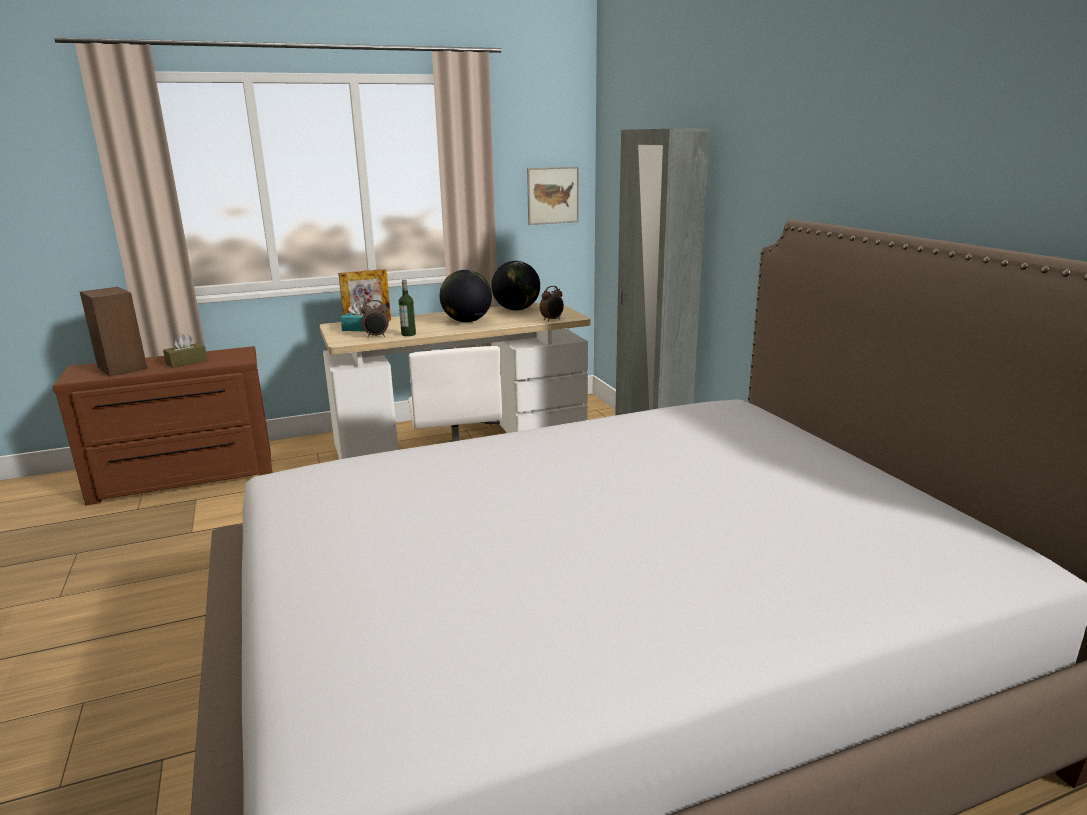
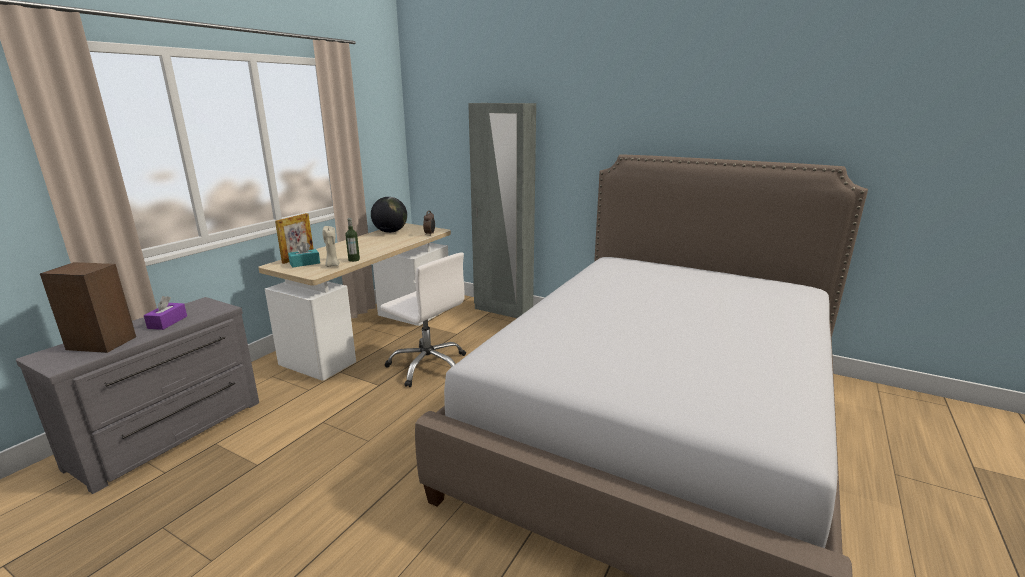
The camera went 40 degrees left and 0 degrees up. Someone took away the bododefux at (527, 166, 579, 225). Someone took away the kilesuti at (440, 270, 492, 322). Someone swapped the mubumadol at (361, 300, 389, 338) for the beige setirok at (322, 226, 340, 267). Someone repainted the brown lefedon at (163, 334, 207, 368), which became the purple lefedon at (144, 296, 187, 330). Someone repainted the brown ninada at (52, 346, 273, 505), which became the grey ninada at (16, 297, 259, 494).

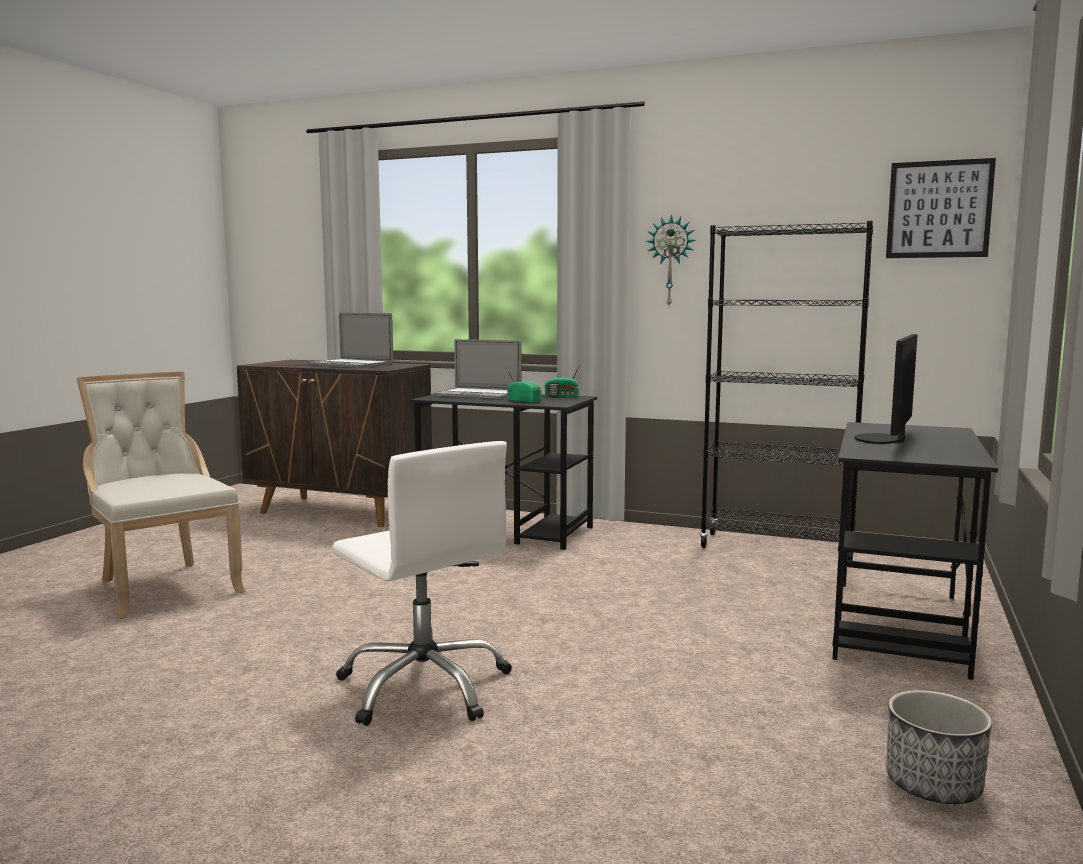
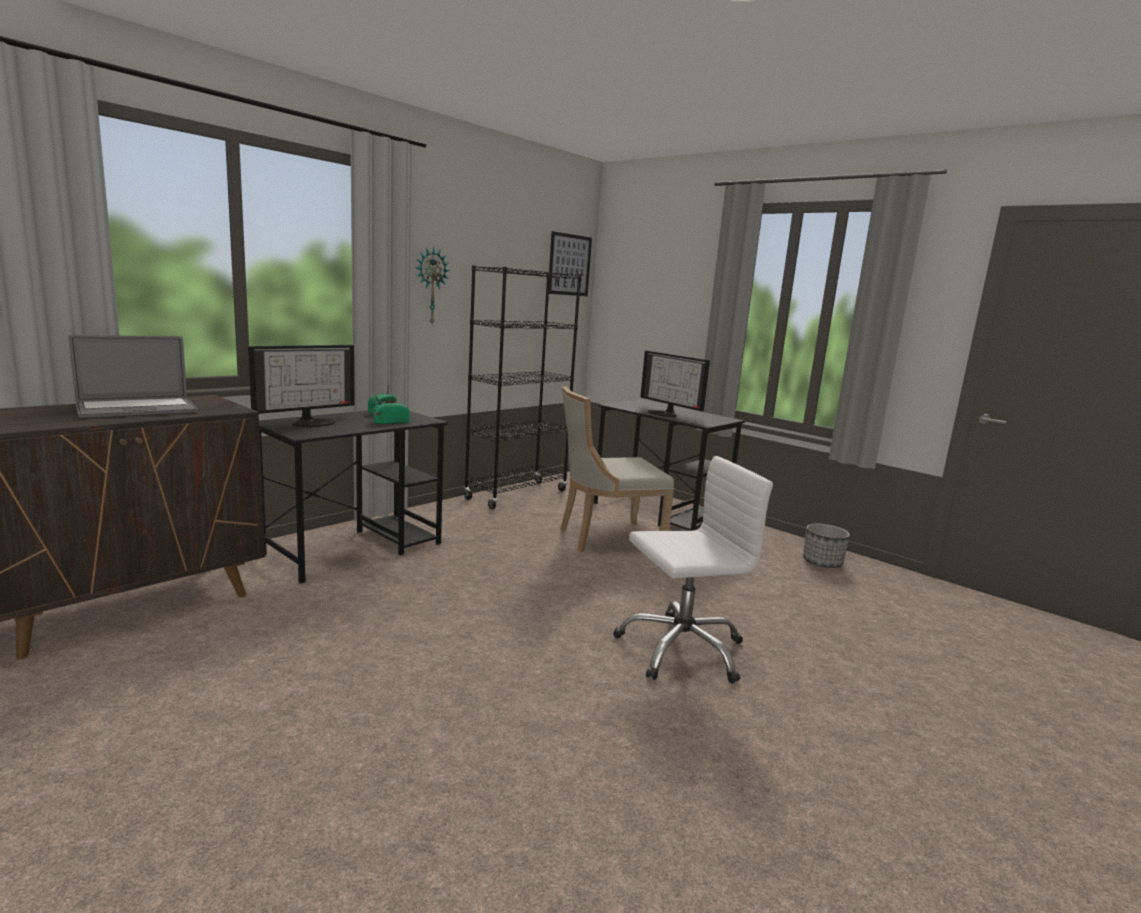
The camera went 70 degrees left and 5 degrees up. Someone swapped the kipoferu at (432, 339, 522, 399) for the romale at (248, 345, 355, 427). Someone carried the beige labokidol from (77, 372, 246, 619) to (560, 386, 674, 552).

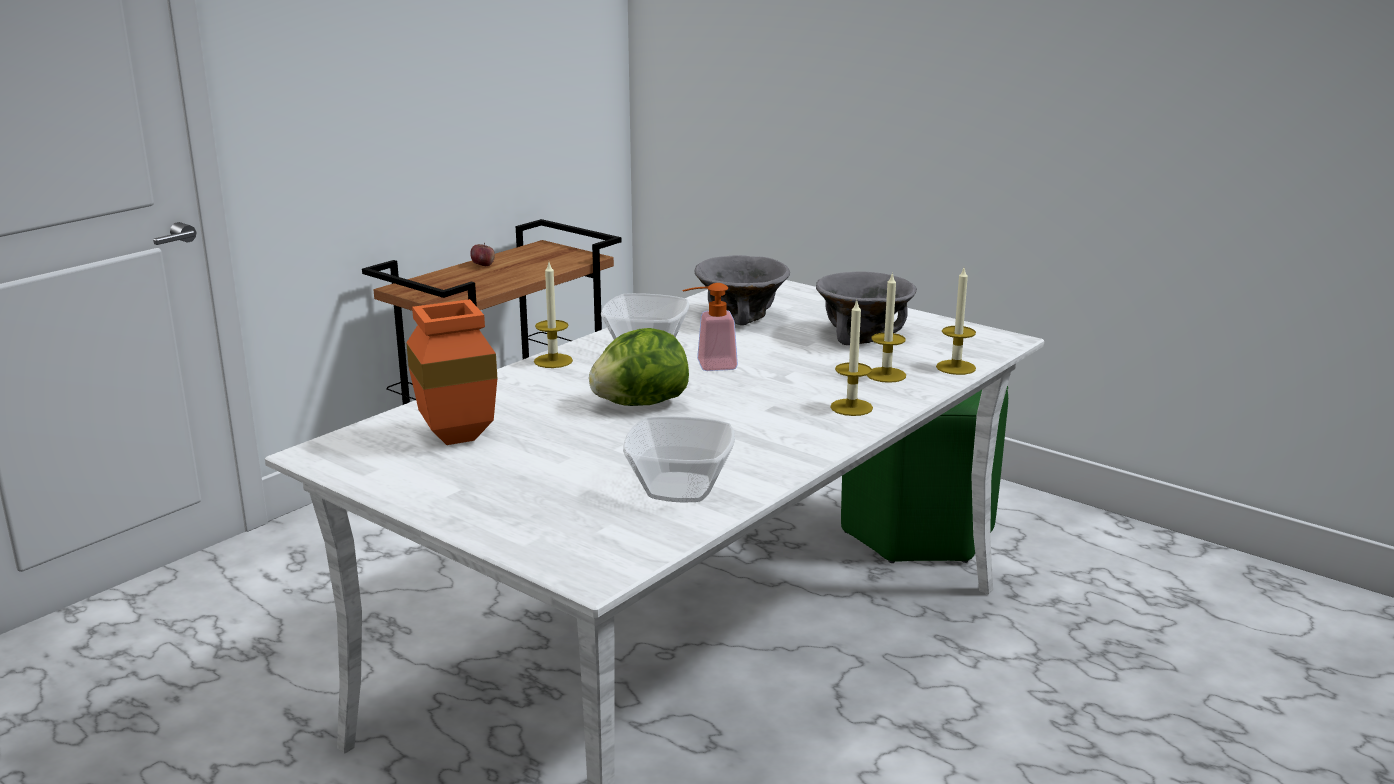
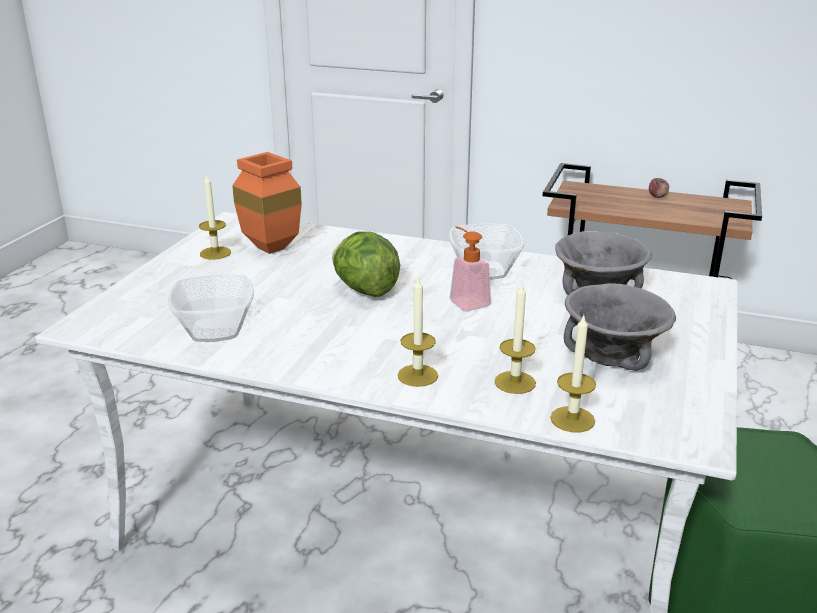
The camera went 70 degrees right and 5 degrees up. Someone carried the setirok from (534, 263, 573, 368) to (199, 173, 231, 260).

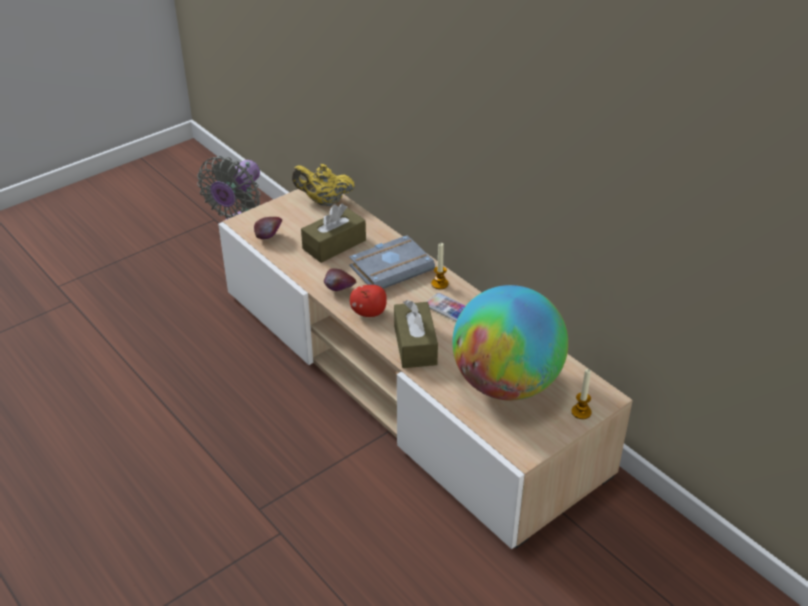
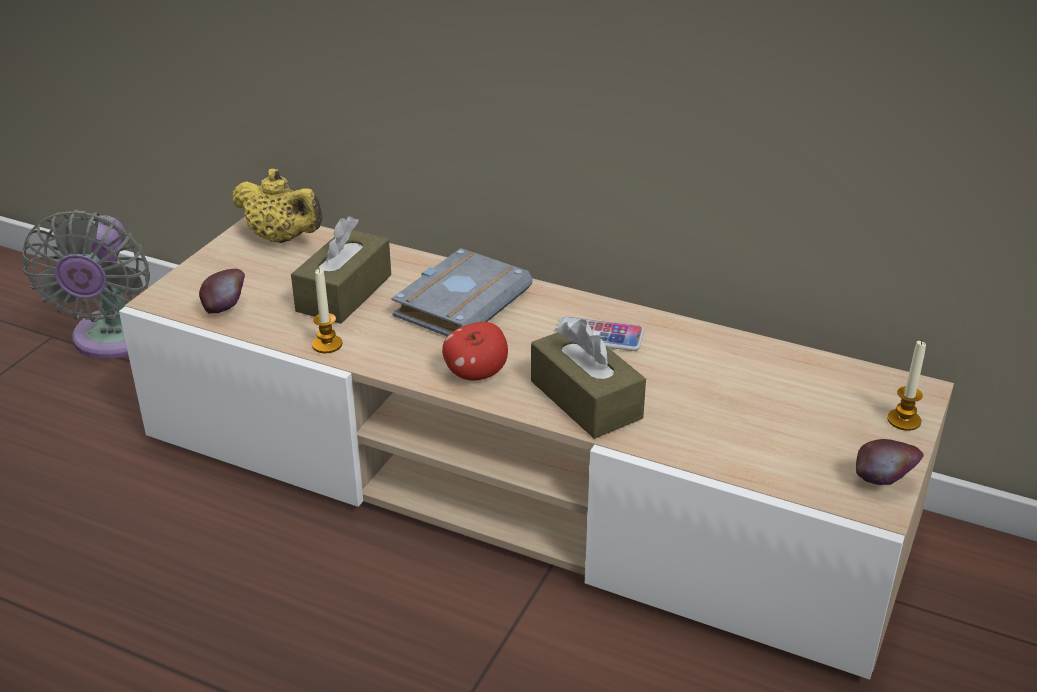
The camera went 25 degrees left and 5 degrees down. Someone rotated the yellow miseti at (292, 164, 355, 206) by 135 degrees counterclockwise. Someone carried the setirok from (431, 243, 449, 289) to (312, 268, 342, 353). Someone carried the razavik from (324, 268, 356, 291) to (856, 439, 924, 485). Someone took away the kilesuti at (452, 285, 568, 400).

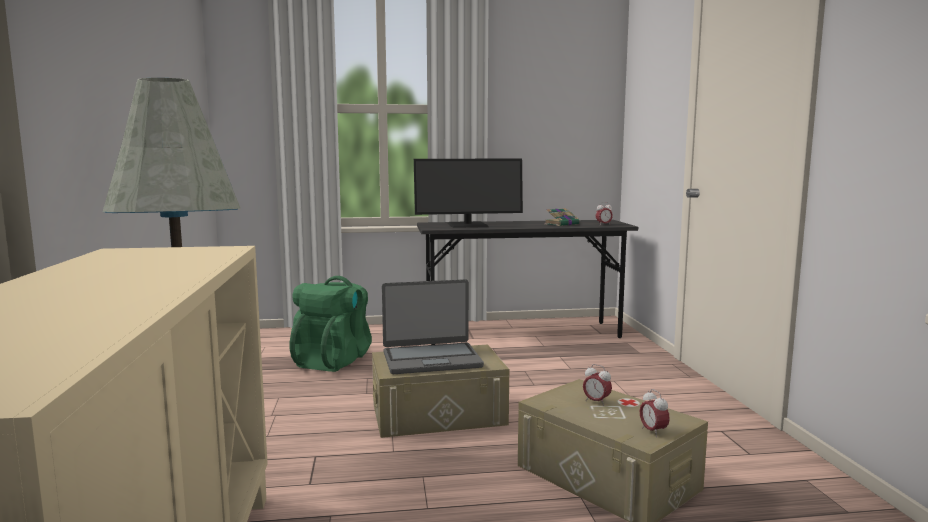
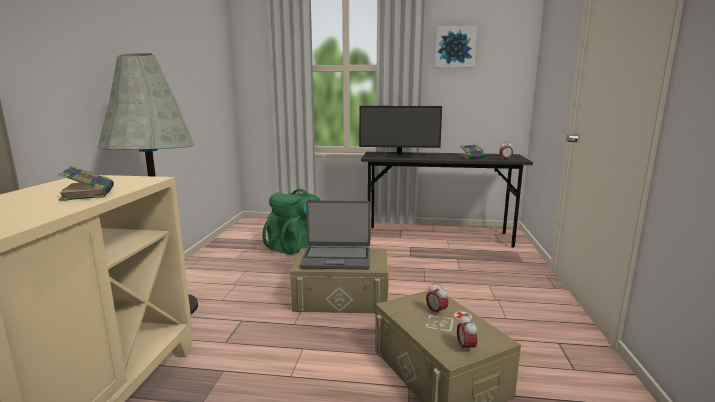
The camera went 15 degrees right and 5 degrees up. Someone put up the bododefux at (435, 26, 477, 68). Someone put down the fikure at (58, 166, 114, 201).

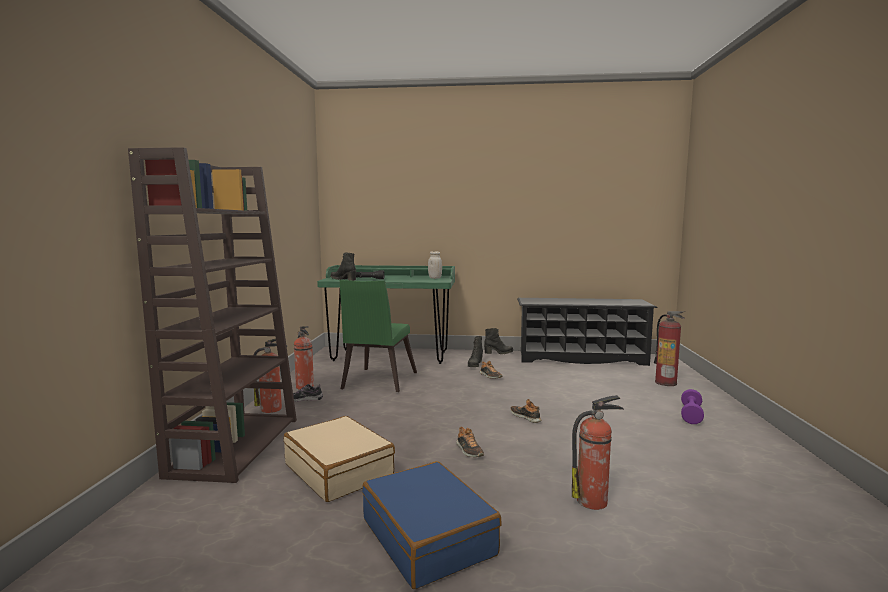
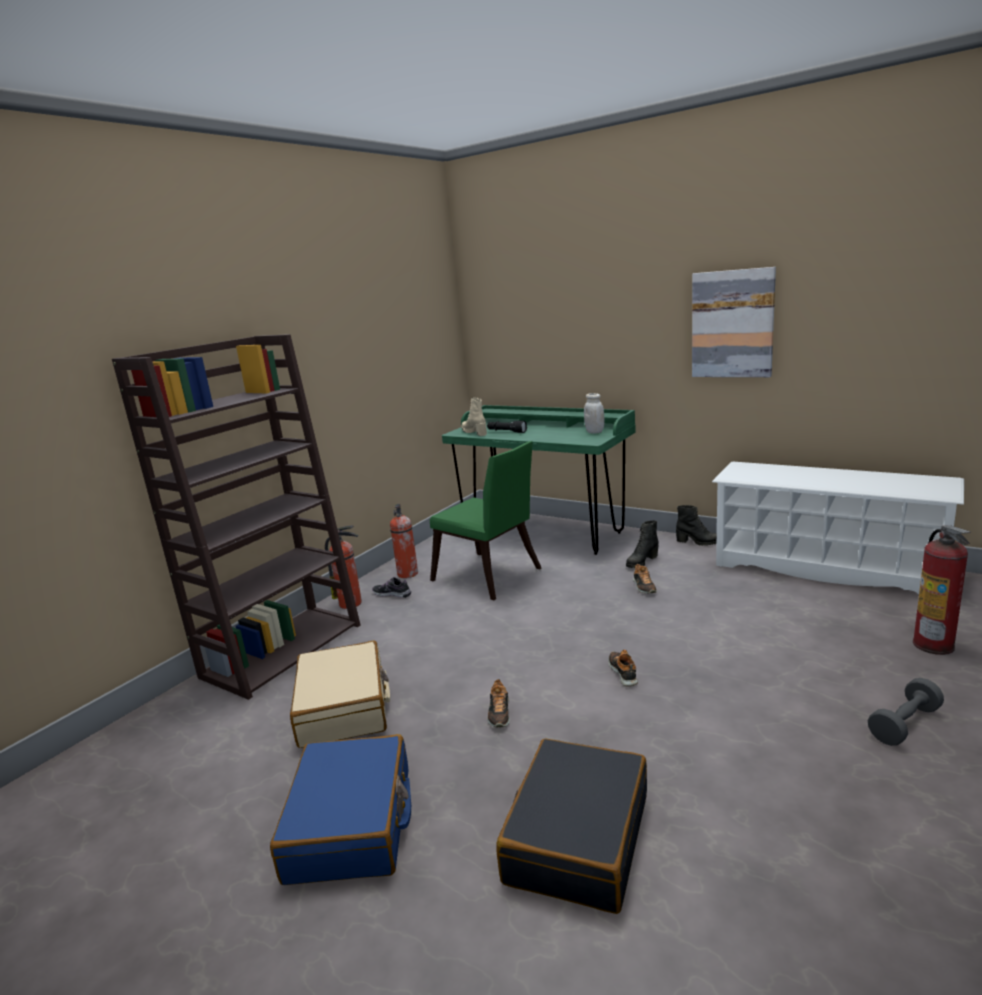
The camera went 30 degrees right and 10 degrees up. Someone repainted the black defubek at (330, 252, 356, 281), which became the beige defubek at (461, 397, 487, 436). Someone rotated the green labokidol at (339, 280, 417, 392) by 90 degrees counterclockwise. Someone repainted the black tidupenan at (517, 298, 658, 366), which became the white tidupenan at (712, 461, 964, 594). Someone repainted the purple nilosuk at (681, 389, 704, 424), which became the grey nilosuk at (868, 678, 944, 746). Someone swapped the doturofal at (572, 395, 624, 510) for the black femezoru at (496, 738, 647, 914). Someone put up the bododefux at (692, 267, 776, 377).

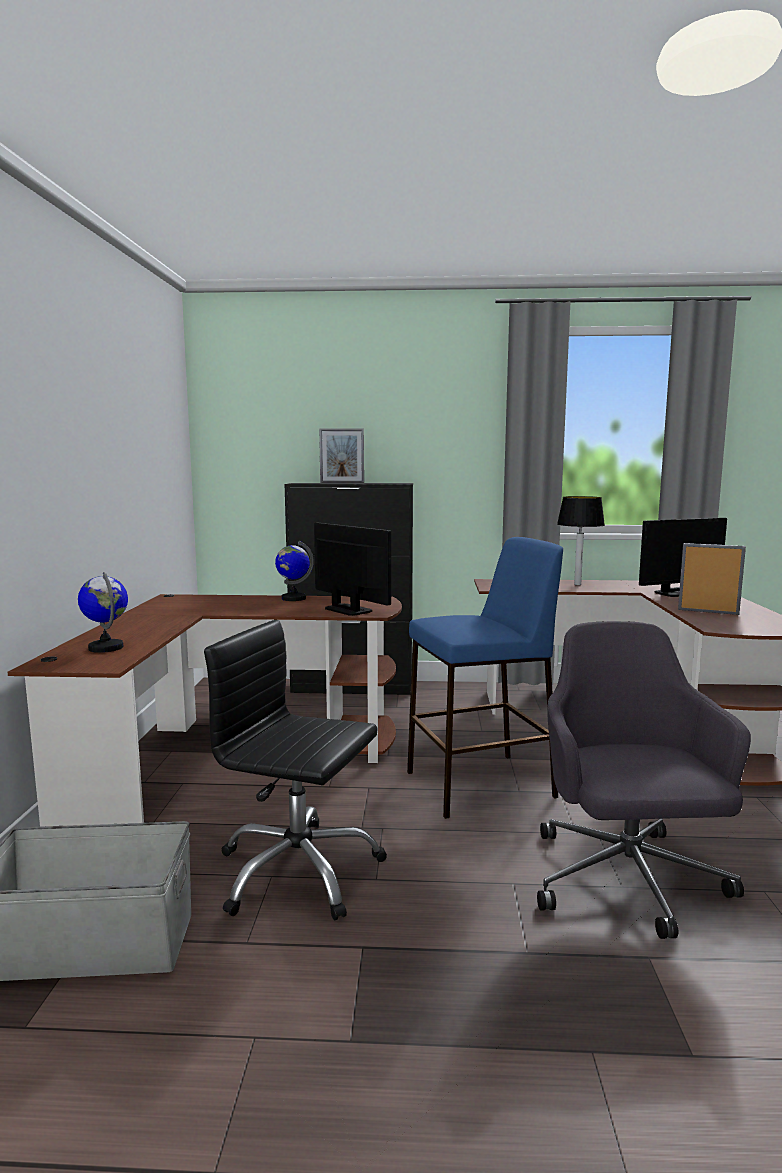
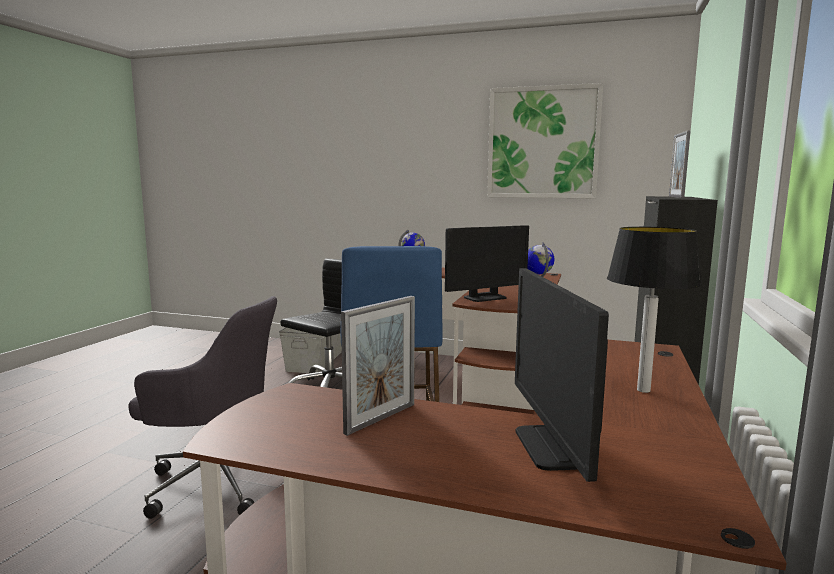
The camera went 105 degrees right and 0 degrees up. Someone put up the bododefux at (487, 83, 603, 198).

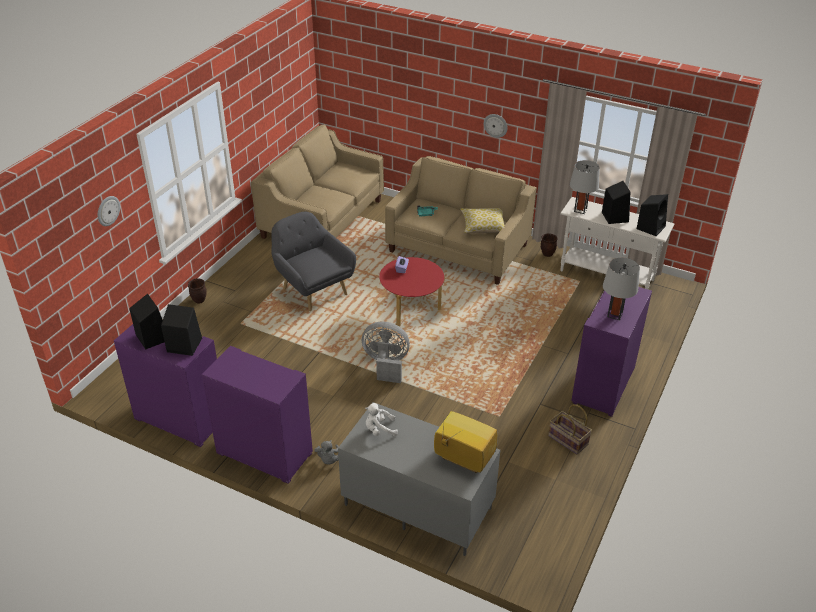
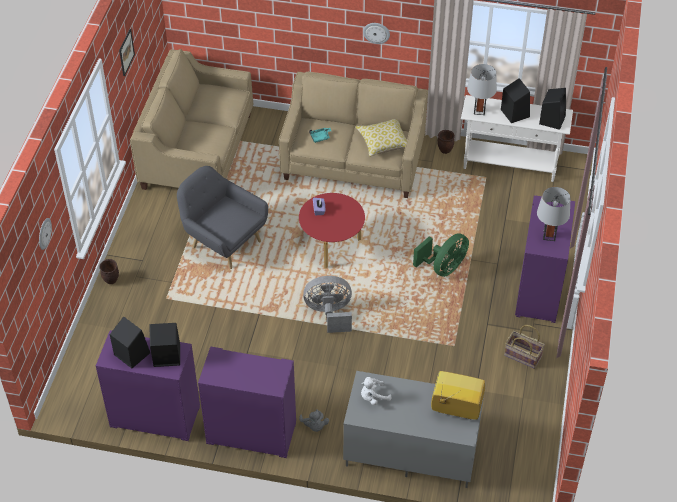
The camera went 15 degrees left and 10 degrees up. Someone put up the bododefux at (119, 29, 135, 76). Someone put down the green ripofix at (413, 233, 469, 277).

